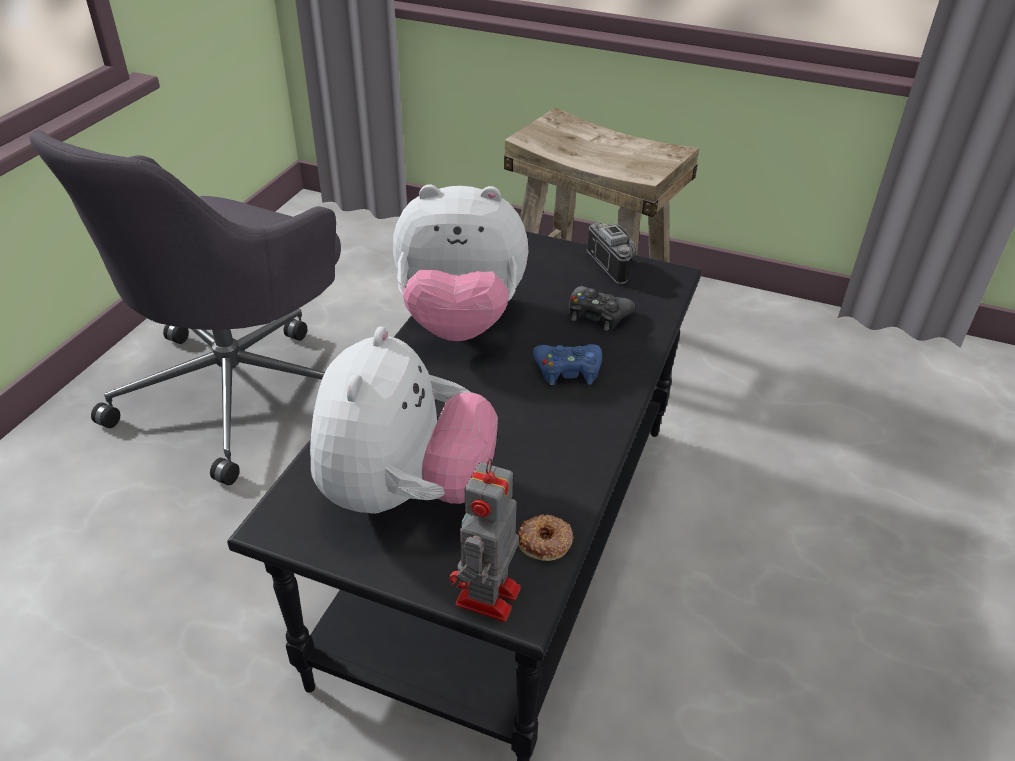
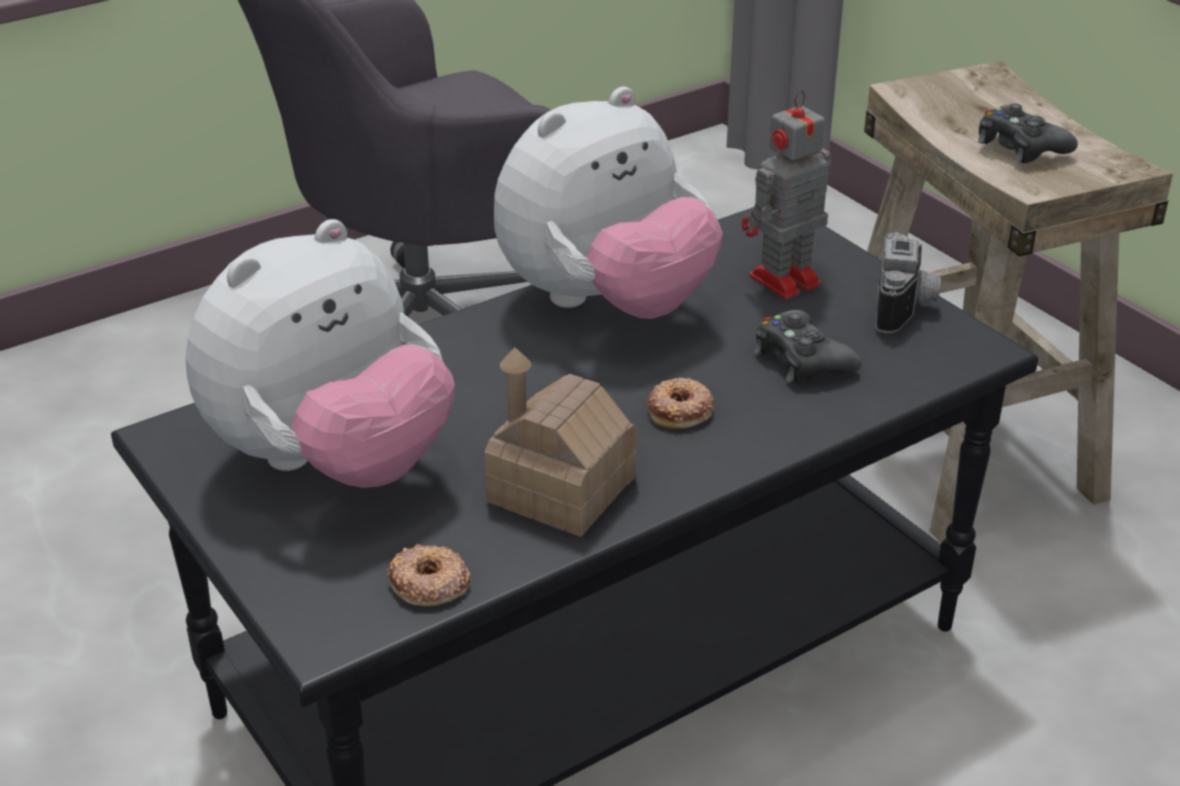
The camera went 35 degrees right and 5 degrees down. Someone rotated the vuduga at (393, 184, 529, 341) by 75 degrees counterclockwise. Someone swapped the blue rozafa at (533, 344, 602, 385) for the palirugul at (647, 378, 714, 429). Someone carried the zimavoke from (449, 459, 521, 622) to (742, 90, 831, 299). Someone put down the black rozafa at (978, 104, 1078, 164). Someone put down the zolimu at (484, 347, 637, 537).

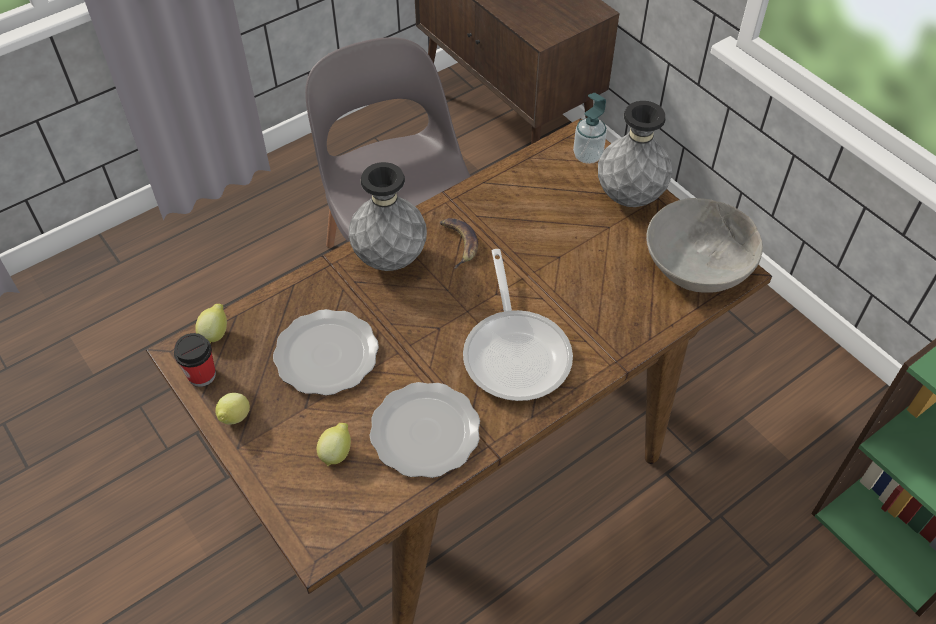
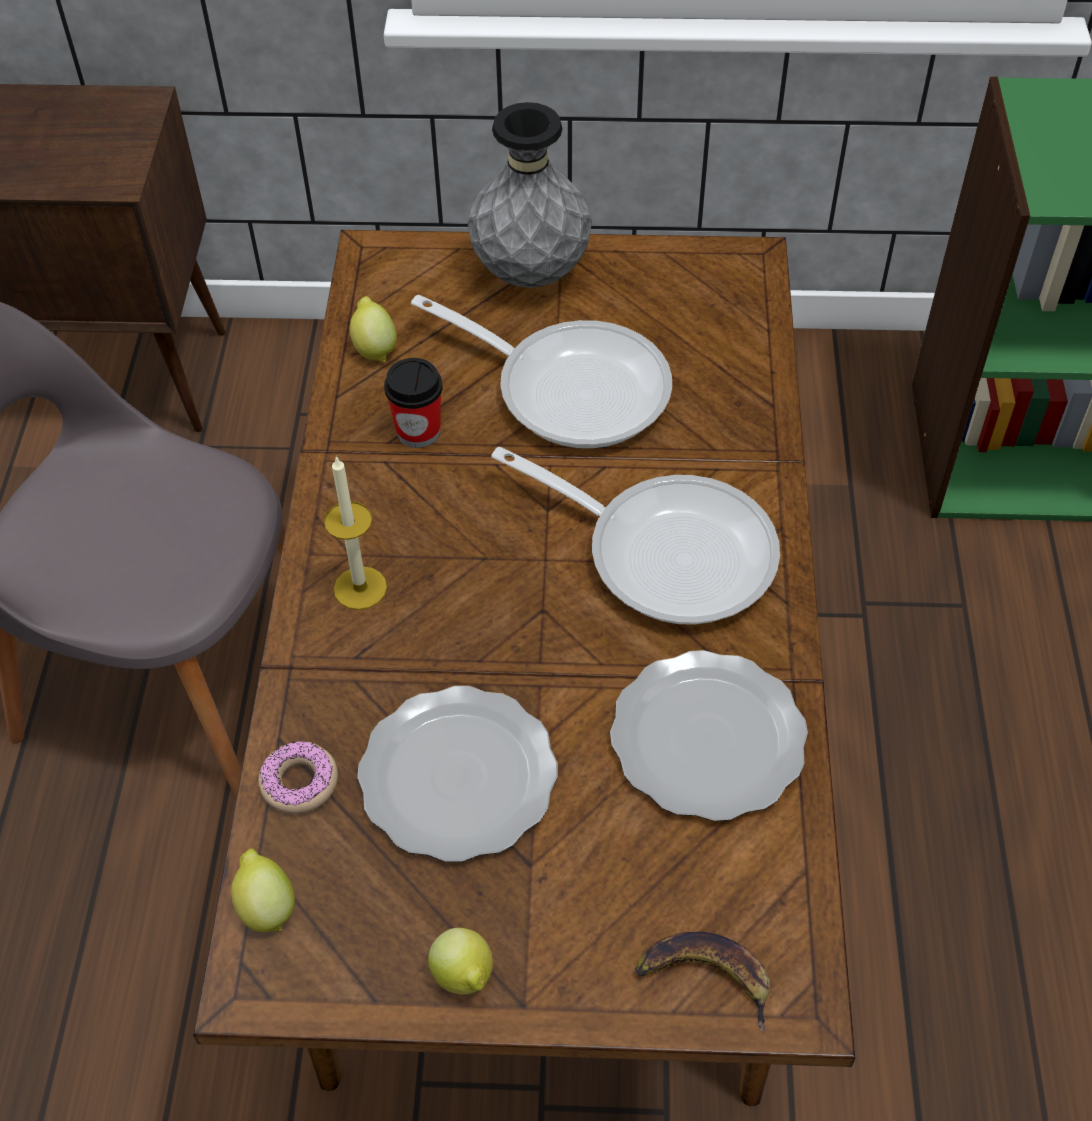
The camera went 50 degrees left and 0 degrees up. Someone took away the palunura at (573, 93, 607, 164). Someone swapped the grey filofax at (349, 162, 427, 271) for the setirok at (324, 456, 387, 610). Someone took away the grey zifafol at (646, 198, 763, 293). Someone carried the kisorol from (440, 218, 478, 269) to (635, 931, 770, 1033). Someone carried the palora from (174, 333, 216, 387) to (384, 358, 443, 448). Someone carried the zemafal from (317, 423, 351, 466) to (349, 296, 397, 362). Someone put down the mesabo at (411, 295, 672, 449). Someone put down the palirugul at (258, 741, 338, 814).

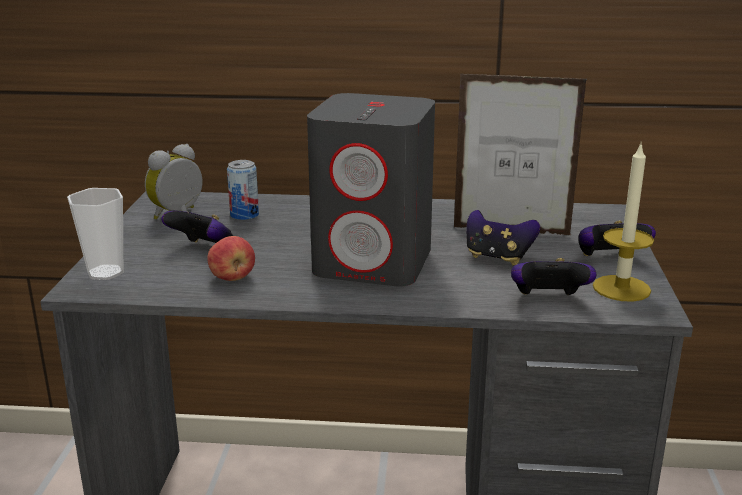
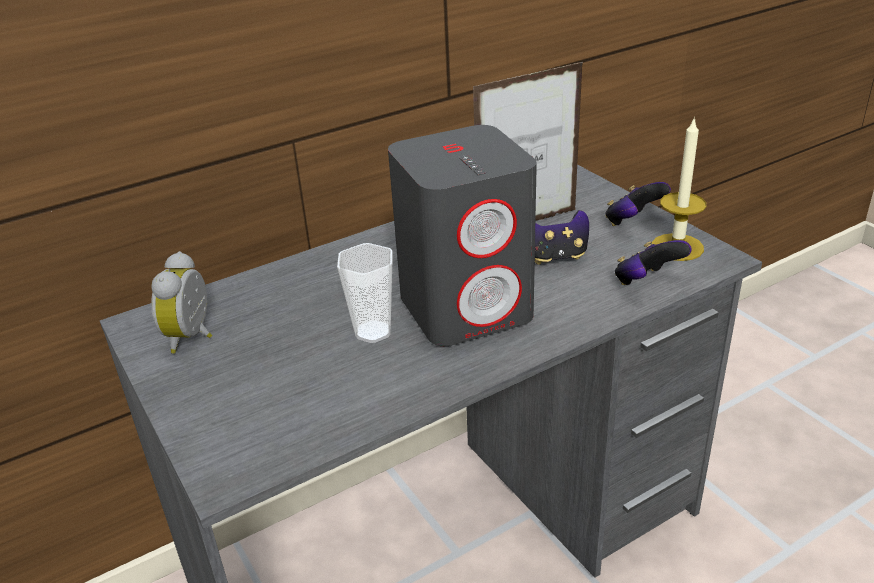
The camera went 35 degrees left and 10 degrees up. Someone took away the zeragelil at (227, 160, 259, 220). Someone carried the palora from (67, 188, 123, 280) to (337, 243, 393, 343). Someone took away the rozafa at (161, 211, 233, 243). Someone took away the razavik at (207, 236, 255, 281).

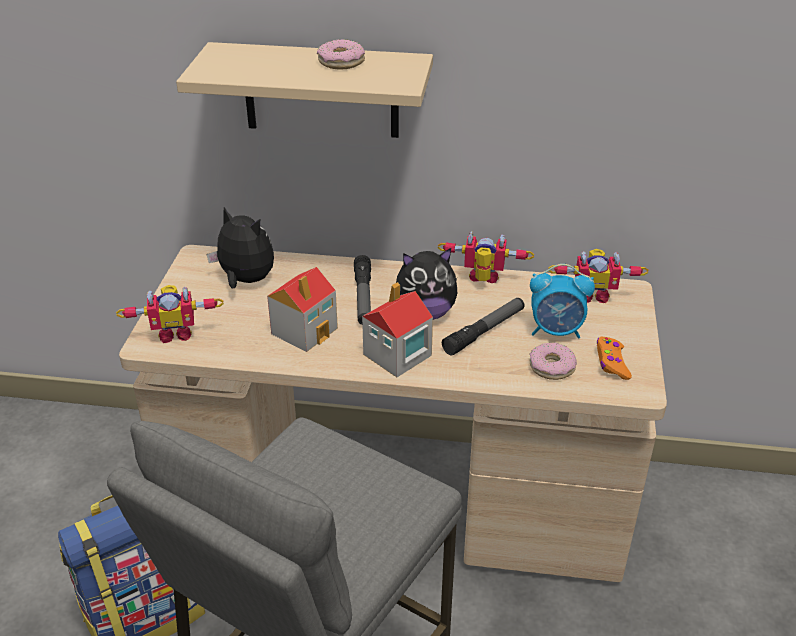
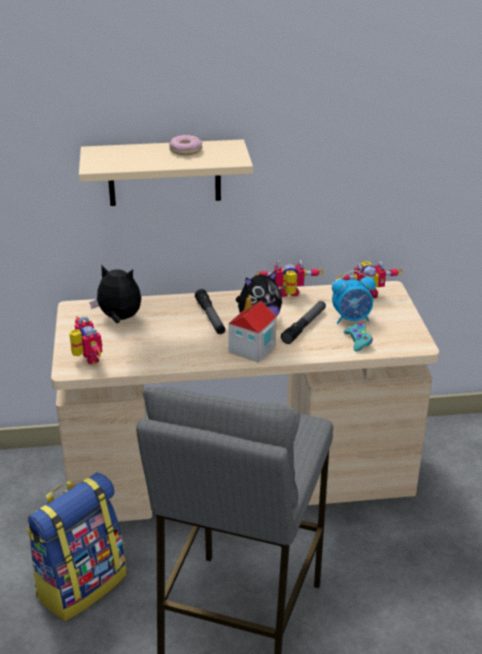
The camera went 15 degrees left and 5 degrees down. Someone took away the zolimu at (267, 267, 338, 352). Someone rotated the zimavoke at (116, 285, 224, 343) by 90 degrees counterclockwise. Someone took away the orange rozafa at (597, 337, 632, 380). Someone swapped the palirugul at (529, 342, 577, 380) for the turquoise rozafa at (344, 323, 373, 351).

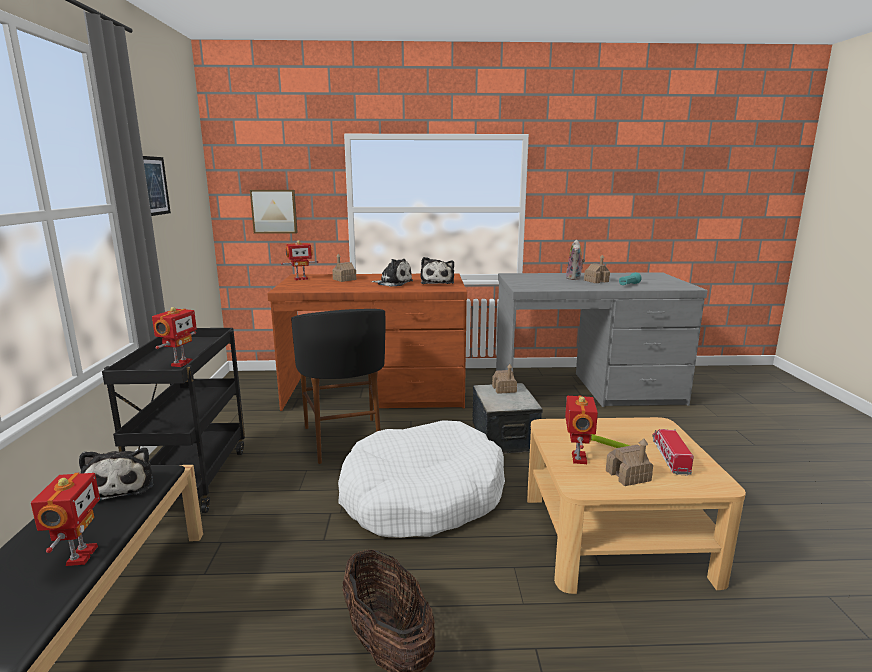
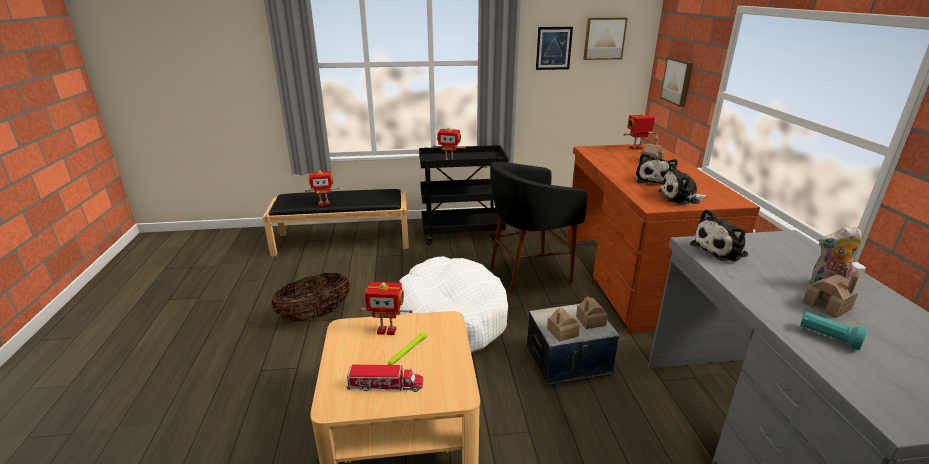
The camera went 85 degrees right and 10 degrees up. Someone rotated the zimavoke at (281, 240, 318, 280) by 105 degrees clockwise. Someone carried the zolimu from (606, 438, 653, 486) to (547, 308, 580, 342). Someone carried the vuduga from (79, 448, 153, 501) to (690, 209, 749, 262). Someone put up the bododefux at (583, 18, 628, 60).

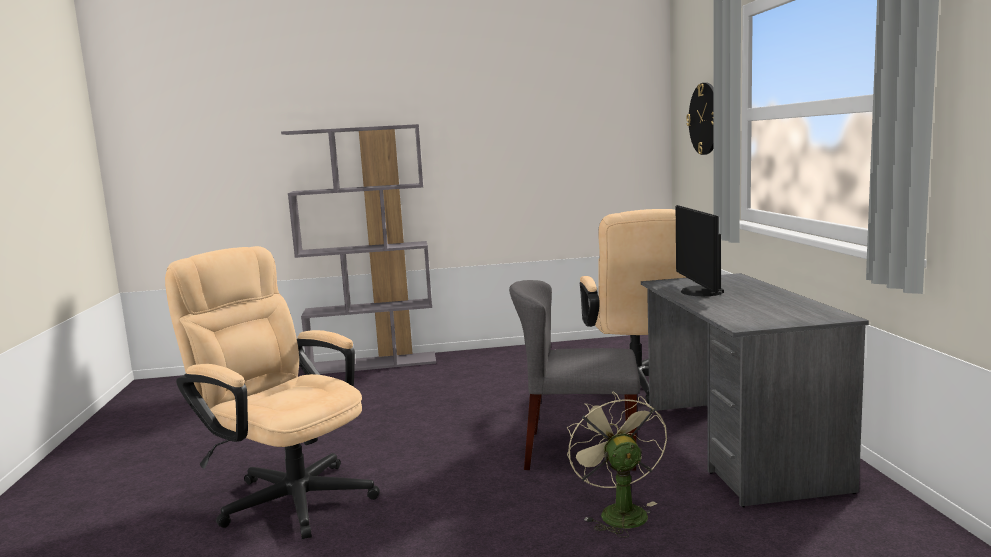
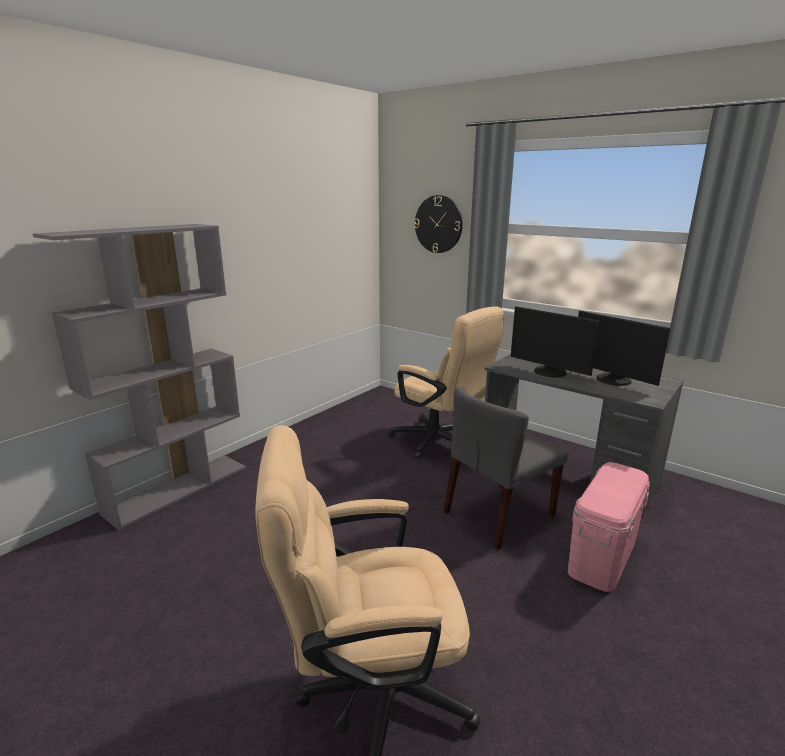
The camera went 45 degrees left and 10 degrees up. Someone swapped the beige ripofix at (567, 392, 667, 538) for the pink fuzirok at (568, 462, 650, 592). Someone put down the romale at (578, 311, 670, 386).

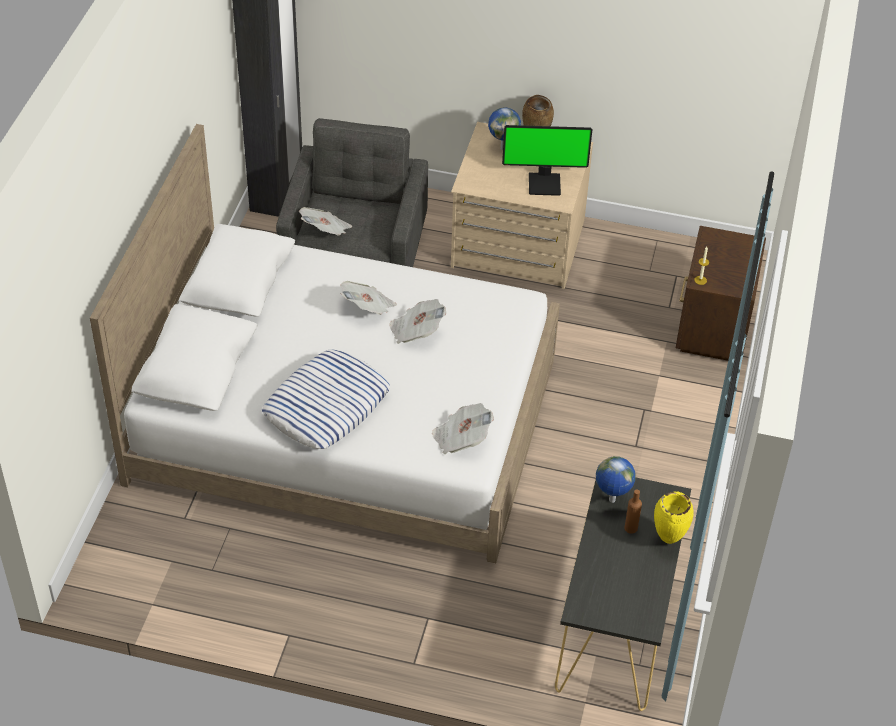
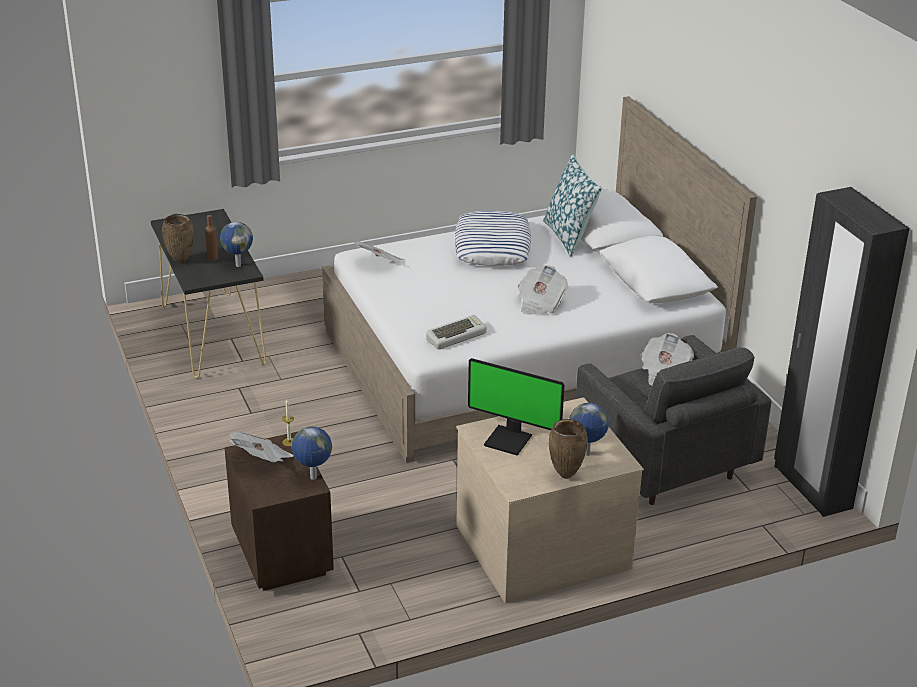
The camera went 145 degrees right and 15 degrees down. Someone rotated the romale at (502, 125, 592, 196) by 120 degrees counterclockwise. Someone carried the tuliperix from (389, 299, 446, 344) to (229, 431, 293, 463). Someone repainted the yellow filofax at (654, 491, 694, 544), which became the brown filofax at (162, 214, 194, 263). Someone put down the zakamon at (543, 154, 602, 256). Someone put down the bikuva at (426, 315, 487, 349). Someone put down the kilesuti at (292, 426, 332, 480).

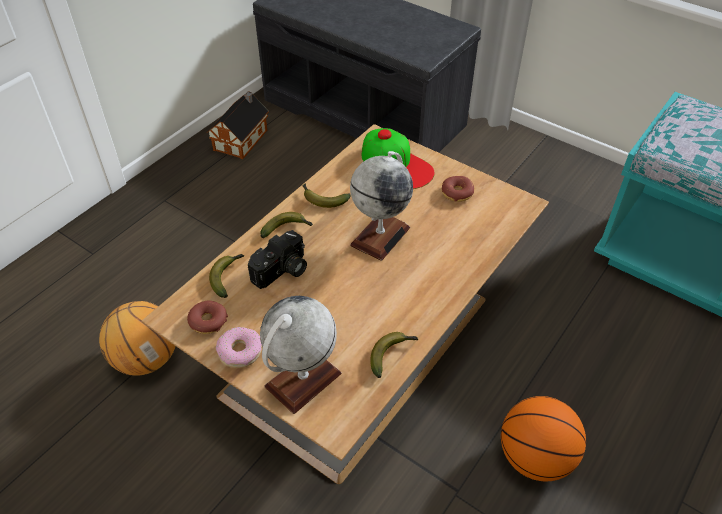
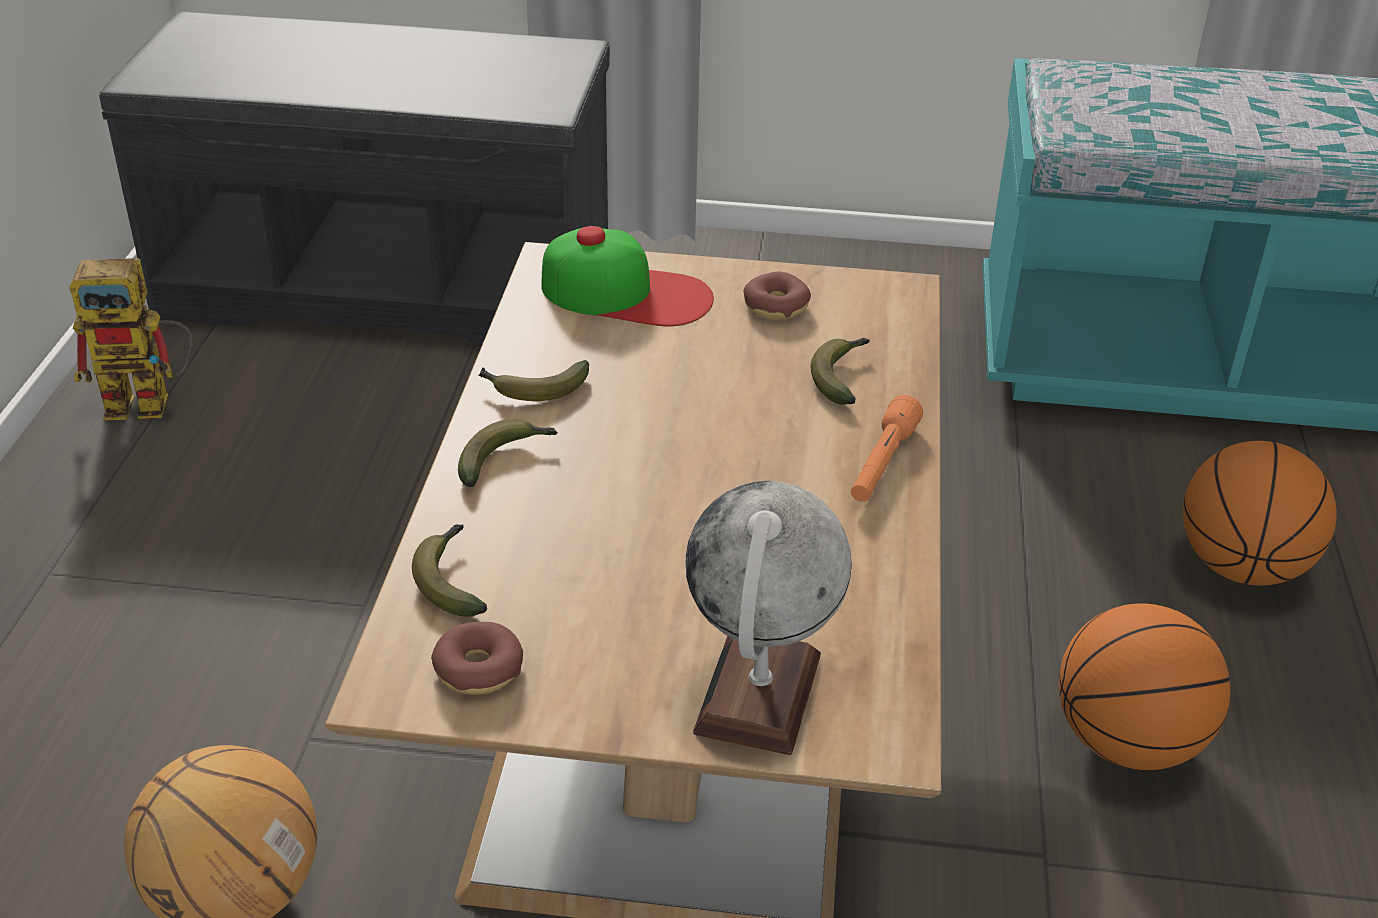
The camera went 30 degrees left and 10 degrees down. Someone swapped the zolimu at (207, 91, 269, 159) for the zimavoke at (70, 258, 193, 420). Someone took away the kilesuti at (350, 151, 413, 261). Someone took away the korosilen at (248, 230, 307, 289). Someone took away the palirugul at (216, 327, 262, 368). Someone carried the kisorol from (370, 332, 418, 378) to (810, 338, 870, 405). Someone put down the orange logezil at (851, 395, 923, 502). Someone put down the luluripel at (1183, 441, 1337, 586).

